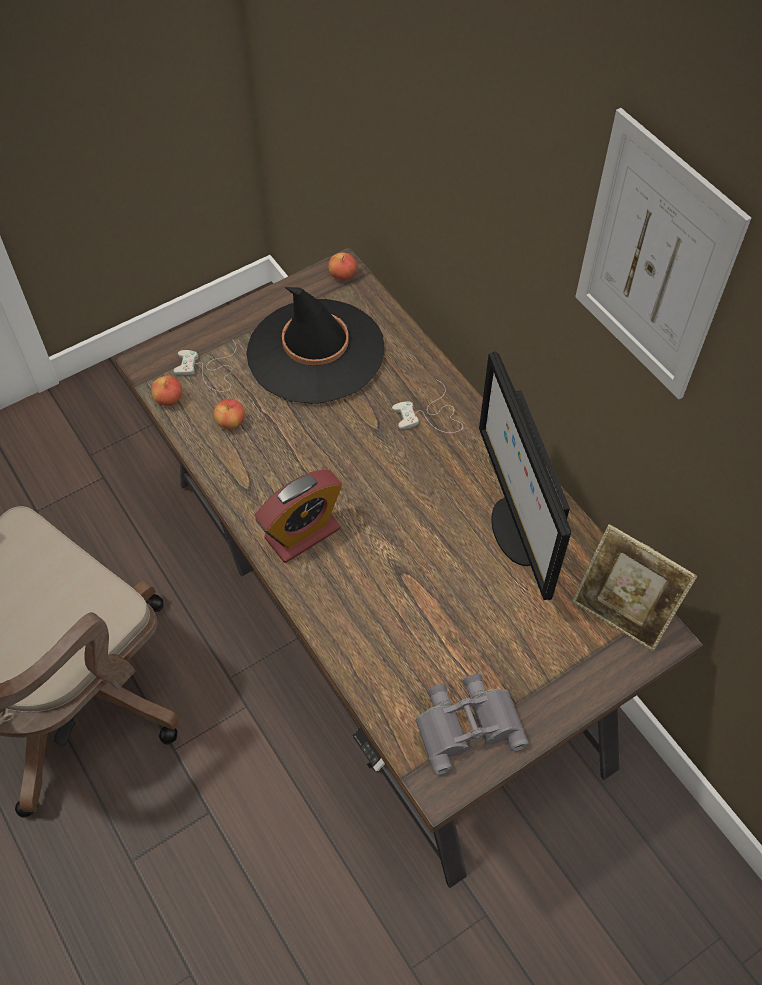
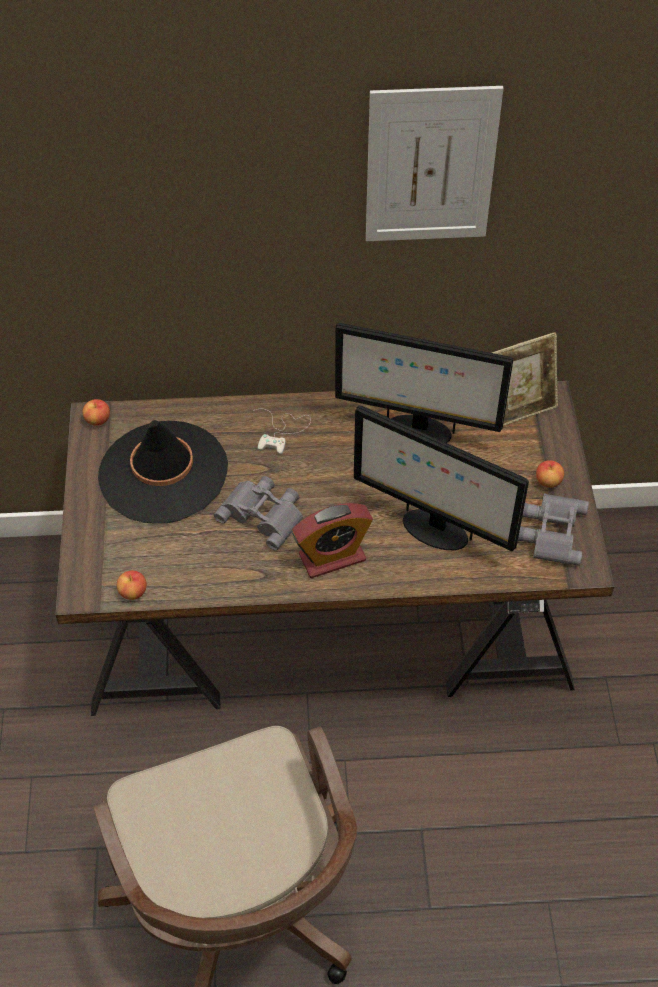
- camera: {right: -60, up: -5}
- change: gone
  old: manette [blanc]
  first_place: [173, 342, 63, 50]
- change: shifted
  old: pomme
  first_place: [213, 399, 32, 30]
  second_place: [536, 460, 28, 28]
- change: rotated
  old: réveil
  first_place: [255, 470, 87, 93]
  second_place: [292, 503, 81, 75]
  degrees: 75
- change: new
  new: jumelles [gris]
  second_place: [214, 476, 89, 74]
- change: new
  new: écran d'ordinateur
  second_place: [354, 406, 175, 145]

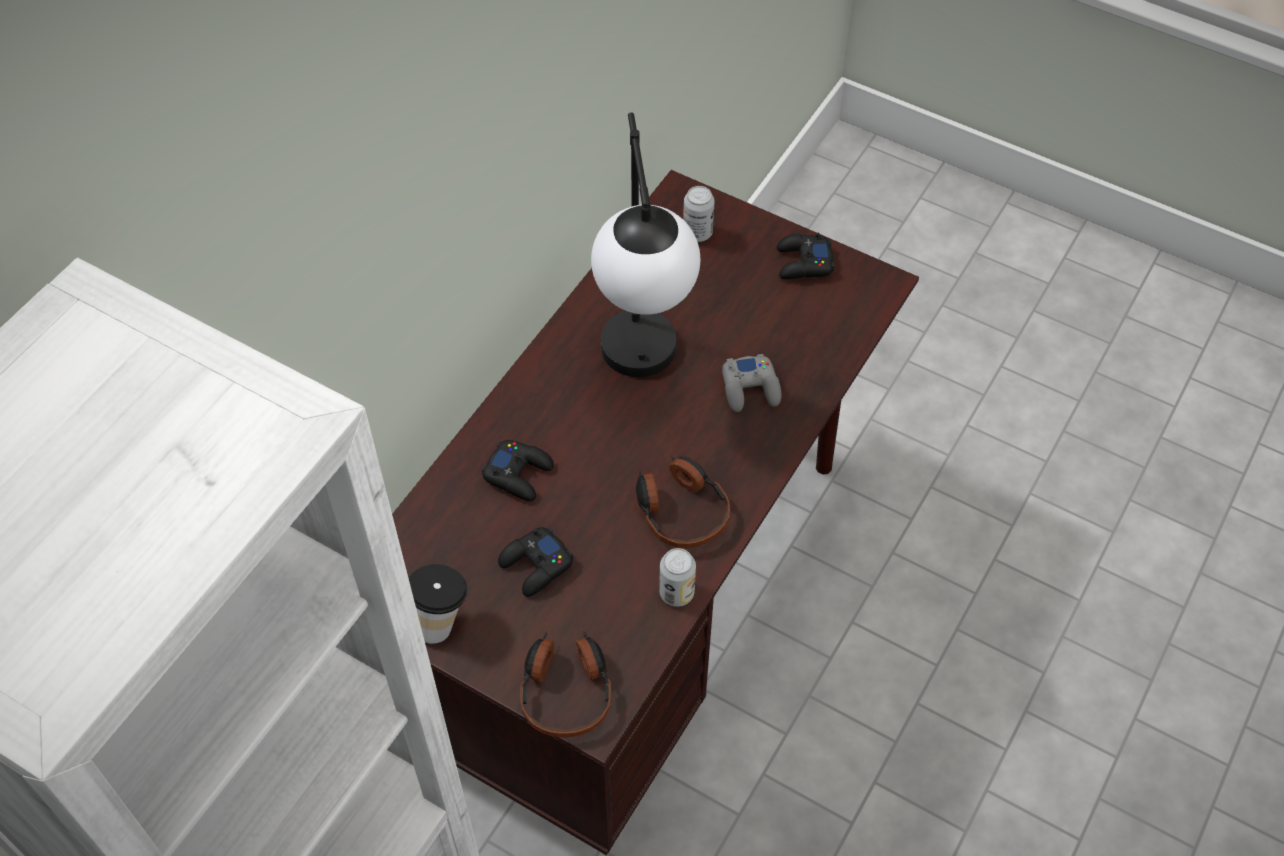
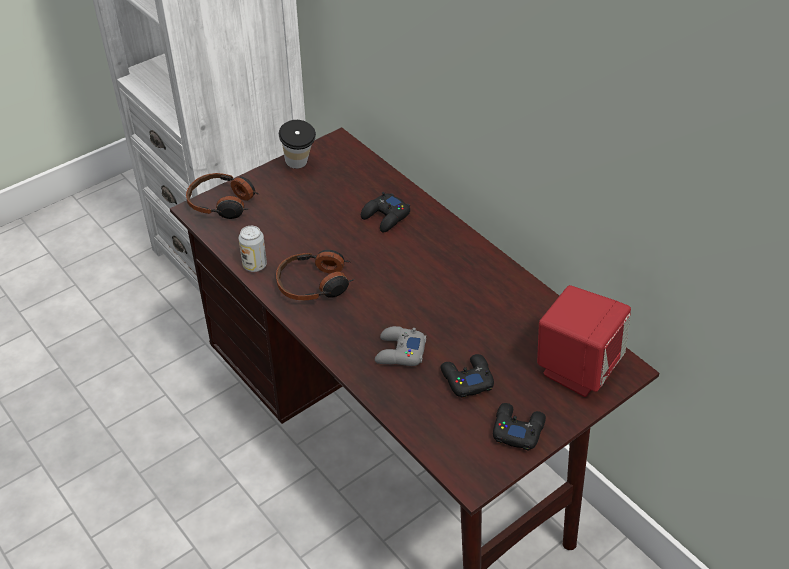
- camera: {right: 110, up: -10}
- change: shifted
  old: manette [noir]
  first_place: [498, 527, 75, 70]
  second_place: [441, 354, 53, 44]
- change: gone
  old: lampe de table
  first_place: [591, 113, 109, 264]
- change: swapped
  old: boîte métallique
  new: enceinte [rouge]
  first_place: [683, 186, 32, 56]
  second_place: [537, 285, 94, 112]

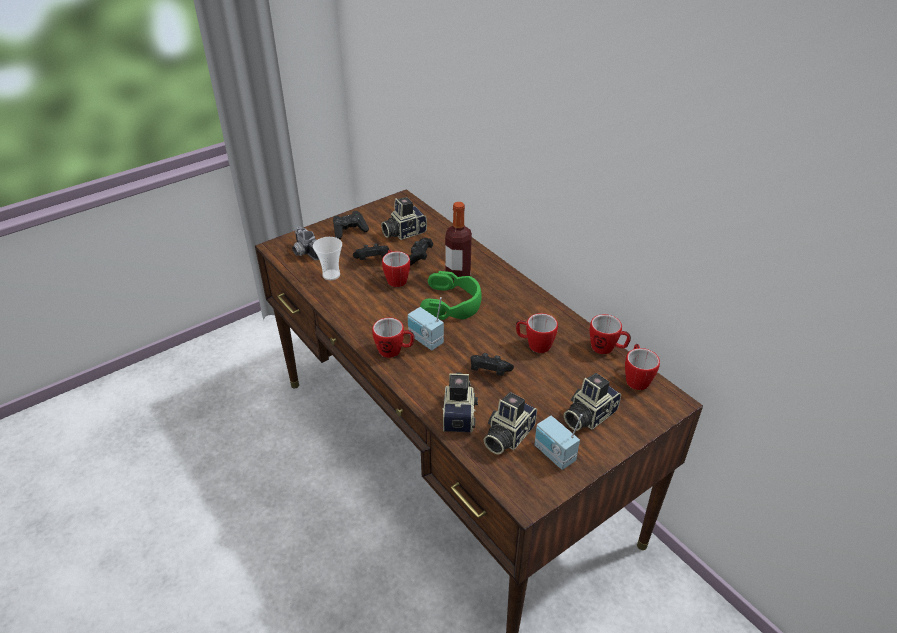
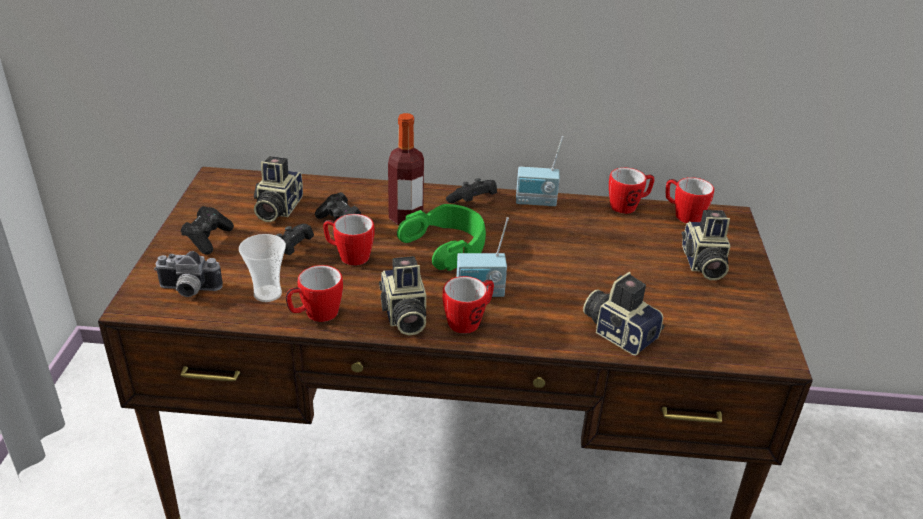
- camera: {right: -50, up: -5}
- change: shifted
  old: manette [noir]
  first_place: [471, 353, 43, 23]
  second_place: [446, 178, 51, 25]
- change: shifted
  old: appareil photo
  first_place: [484, 392, 53, 63]
  second_place: [379, 256, 47, 80]
- change: shifted
  old: mug
  first_place: [516, 313, 42, 40]
  second_place: [286, 265, 57, 57]
- change: shifted
  old: radio
  first_place: [534, 414, 49, 56]
  second_place: [516, 136, 48, 71]

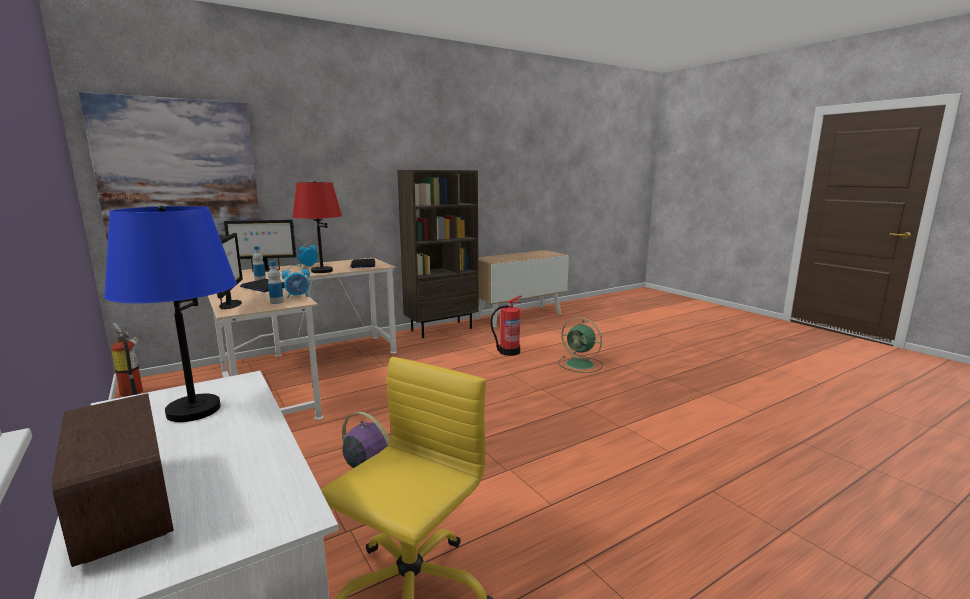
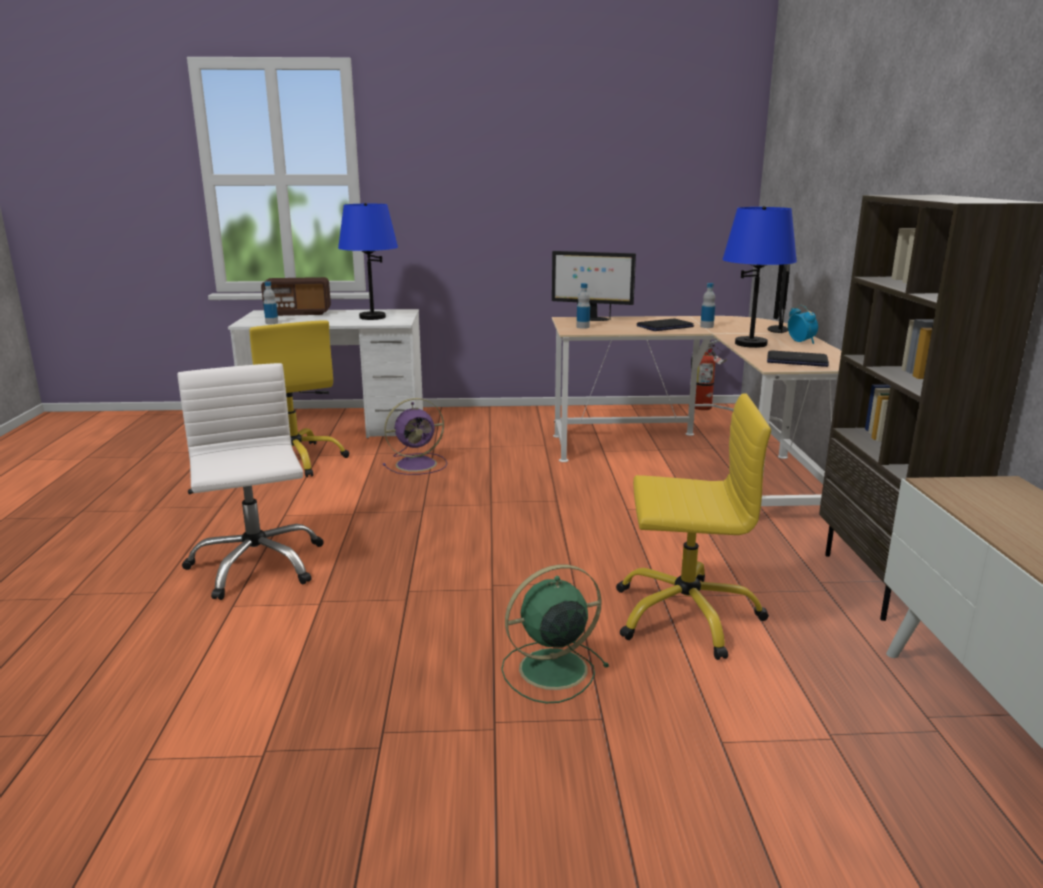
- camera: {right: 120, up: 5}
- change: gone
  old: tableau
  first_place: [79, 92, 181, 152]
- change: gone
  old: réveil
  first_place: [282, 265, 28, 34]
- change: repainted
  old: lampe de table [rouge]
  new: lampe de table [bleu]
  first_place: [293, 181, 49, 92]
  second_place: [722, 206, 75, 142]
- change: swapped
  old: extincteur
  new: chaise de bureau [jaune]
  first_place: [490, 295, 31, 61]
  second_place: [616, 393, 155, 267]
- change: new
  new: chaise de bureau [blanc]
  second_place: [177, 363, 146, 237]
- change: new
  new: bouteille
  second_place: [263, 281, 15, 43]

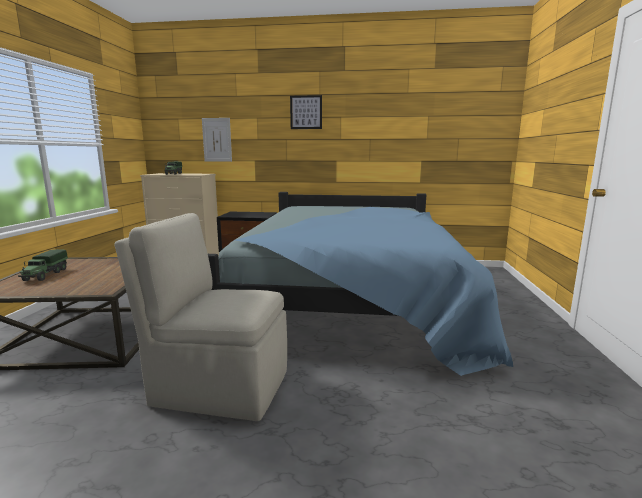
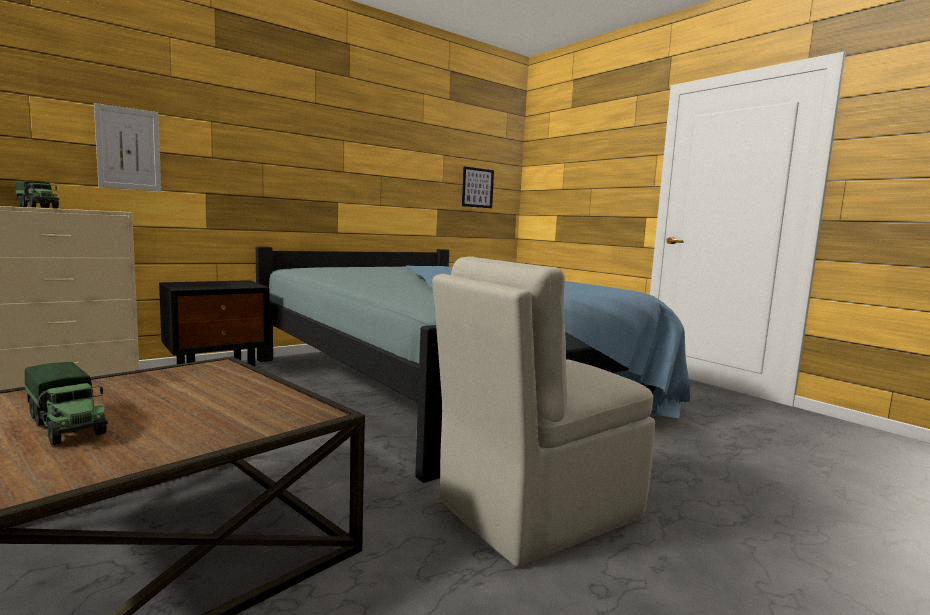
- camera: {right: -45, up: -5}
- change: shifted
  old: tableau
  first_place: [290, 95, 32, 34]
  second_place: [462, 166, 32, 42]

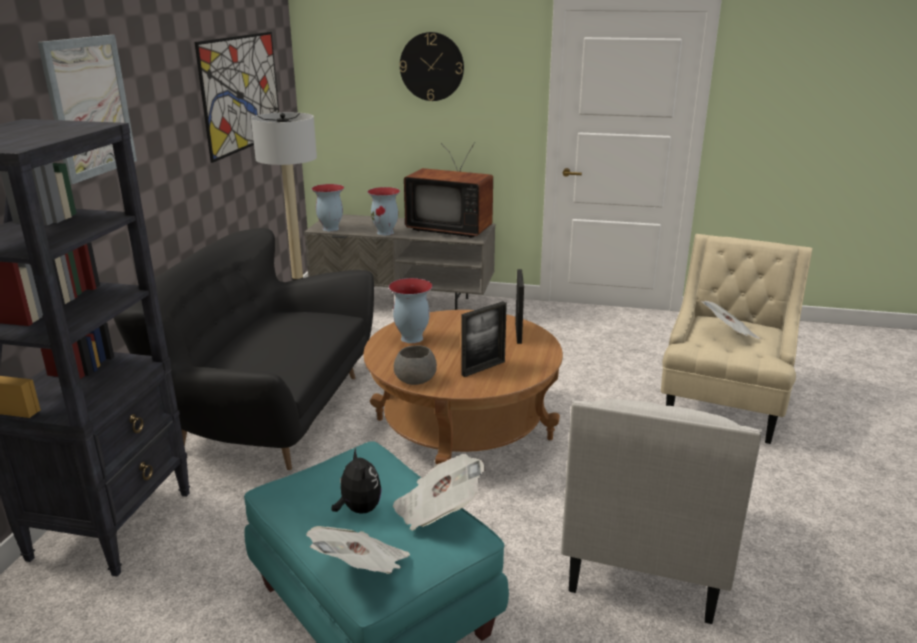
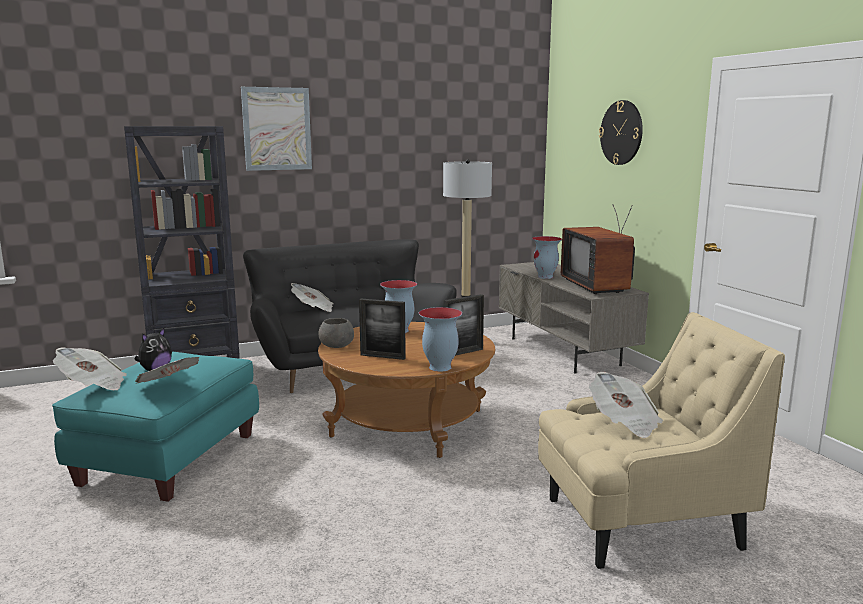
- camera: {right: 55, up: -10}
- change: gone
  old: tableau
  first_place: [195, 32, 84, 131]
- change: shifted
  old: vase
  first_place: [312, 184, 32, 47]
  second_place: [419, 307, 43, 65]
- change: gone
  old: fauteuil [blanc]
  first_place: [561, 399, 201, 225]
- change: new
  new: journal
  second_place: [291, 283, 42, 29]

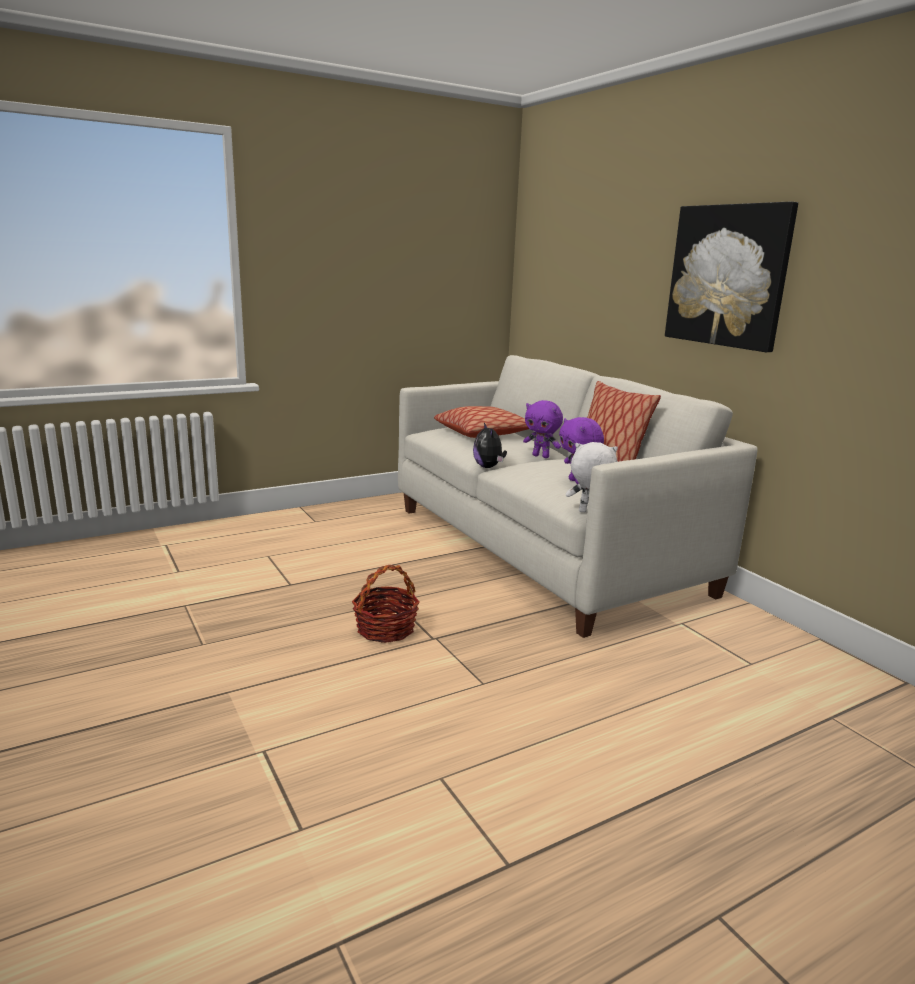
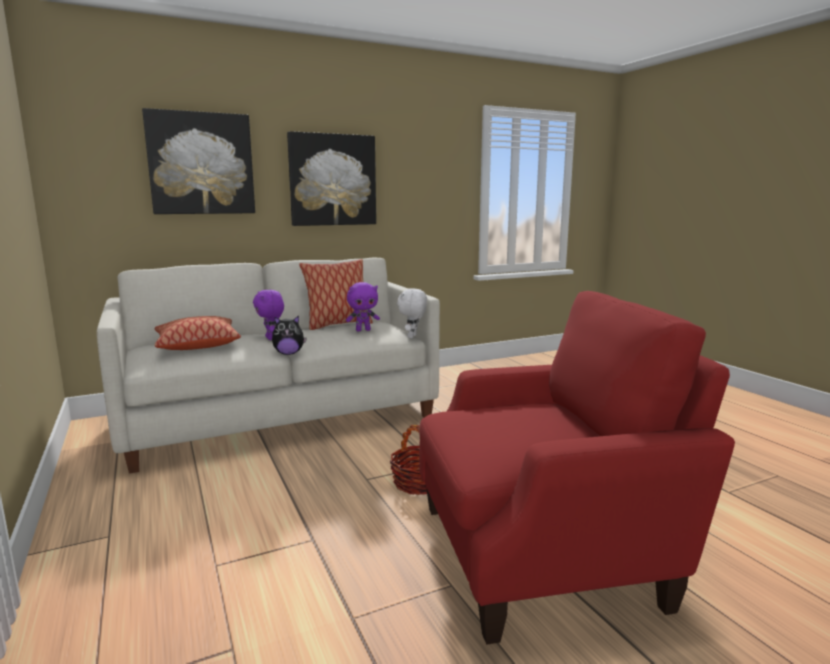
- camera: {right: -85, up: -5}
- change: rotated
  old: peluche [violet]
  first_place: [523, 400, 40, 58]
  second_place: [253, 290, 31, 50]
  degrees: 120
- change: new
  new: tableau
  second_place: [142, 108, 113, 106]
- change: new
  new: fauteuil [rouge]
  second_place: [419, 291, 316, 354]

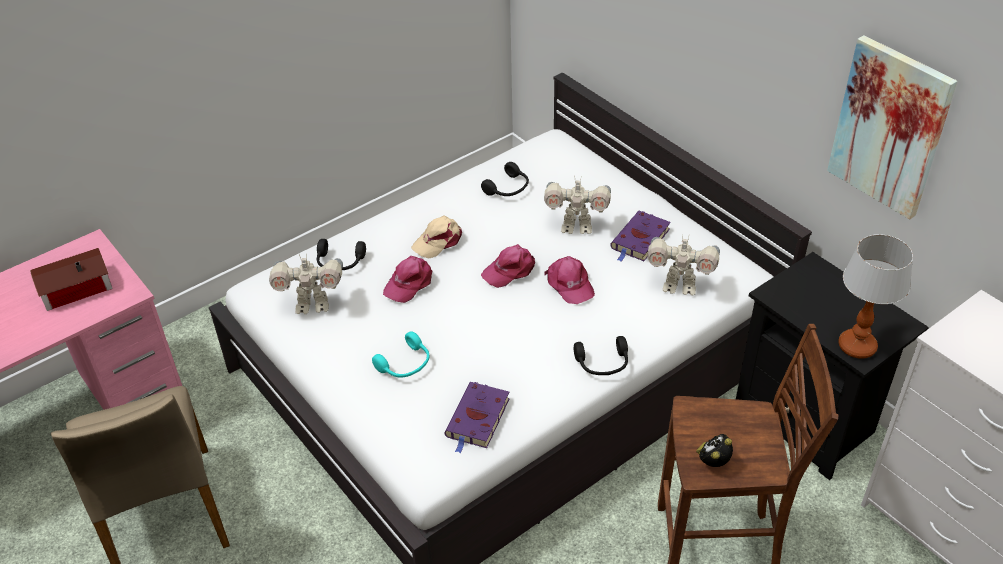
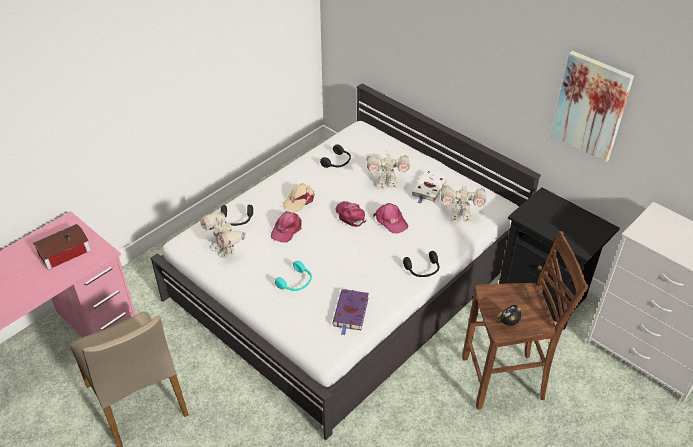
- camera: {right: -10, up: 0}
- change: rotated
  old: robot jouet
  first_place: [269, 253, 74, 61]
  second_place: [200, 212, 45, 46]
  degrees: 60
- change: rotated
  old: casquette [rose]
  first_place: [481, 244, 54, 44]
  second_place: [336, 201, 31, 26]
  degrees: 105
- change: repainted
  old: livre [violet]
  new: livre [blanc]
  first_place: [610, 211, 61, 51]
  second_place: [412, 170, 35, 34]
- change: gone
  old: lampe de table
  first_place: [838, 234, 75, 125]

